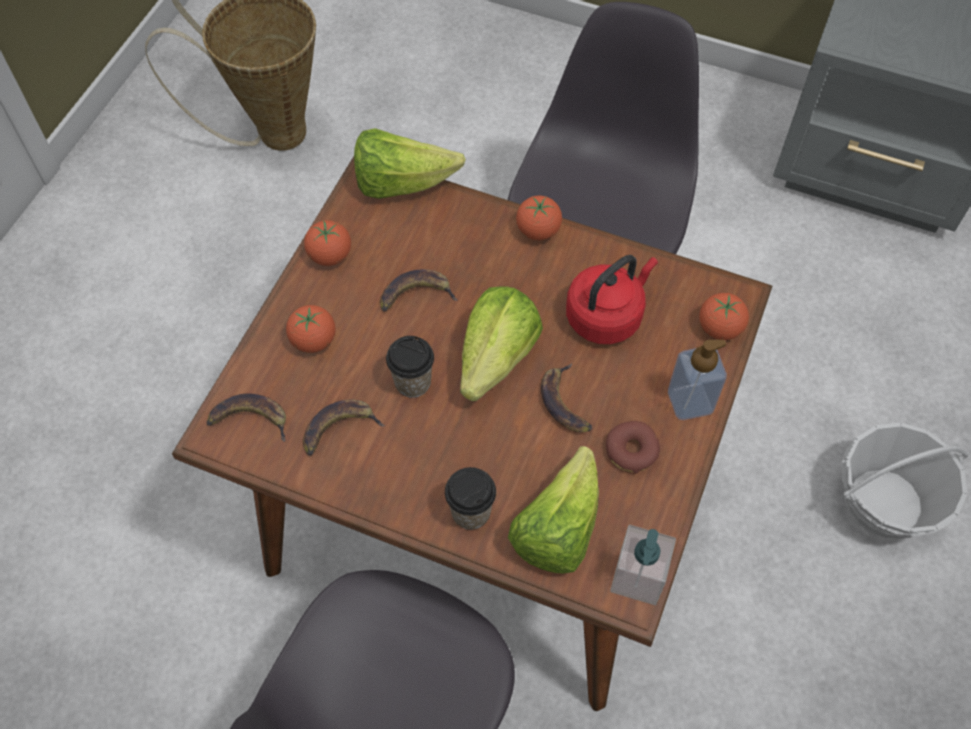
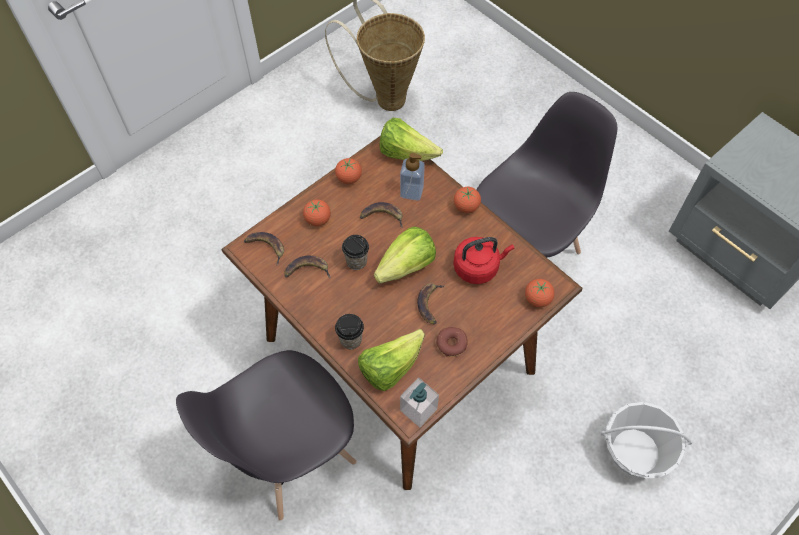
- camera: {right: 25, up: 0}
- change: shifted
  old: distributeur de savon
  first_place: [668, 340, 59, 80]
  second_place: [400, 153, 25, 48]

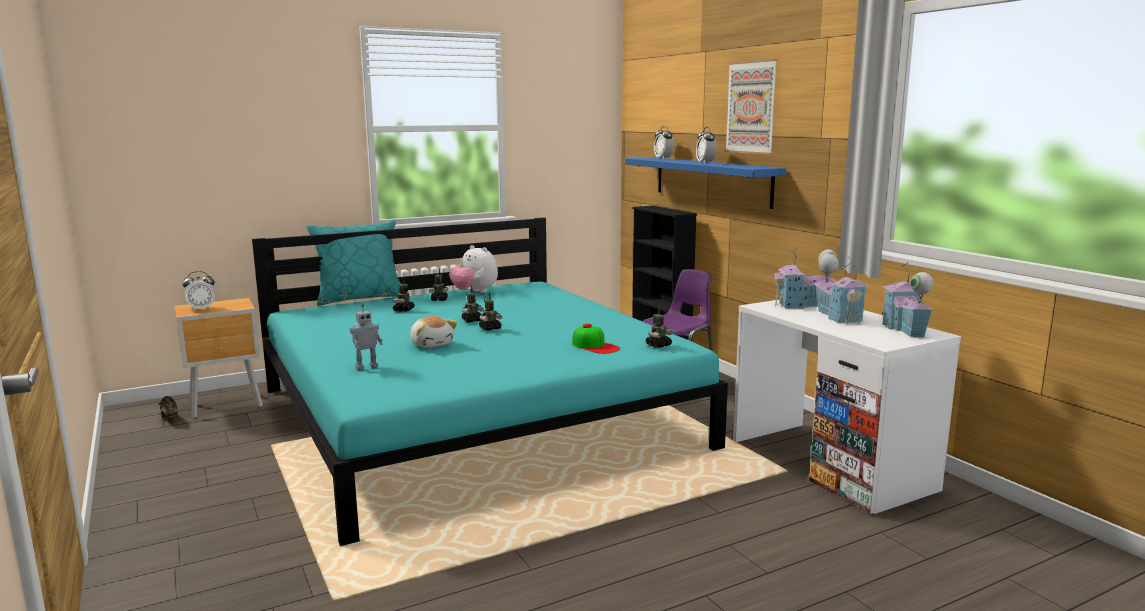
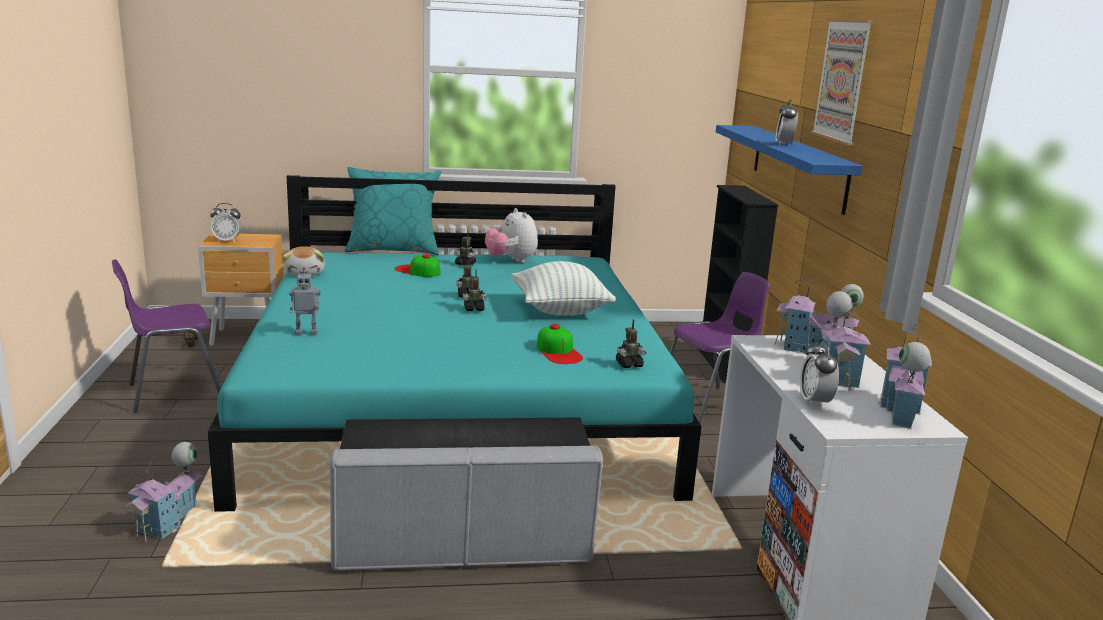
- camera: {right: 20, up: 5}
- change: swapped
  old: robot jouet
  new: casquette
  first_place: [393, 278, 22, 34]
  second_place: [395, 254, 46, 23]
- change: shifted
  old: peluche
  first_place: [410, 316, 47, 32]
  second_place: [283, 247, 42, 29]
- change: shifted
  old: réveil
  first_place: [654, 126, 20, 33]
  second_place: [800, 339, 39, 69]
- change: new
  new: chaise [violet]
  second_place: [112, 259, 109, 153]
- change: new
  new: maison miniature
  second_place: [126, 442, 76, 100]
- change: new
  new: pouf [gris]
  second_place: [330, 417, 273, 153]
- change: new
  new: coussin
  second_place: [512, 261, 104, 55]

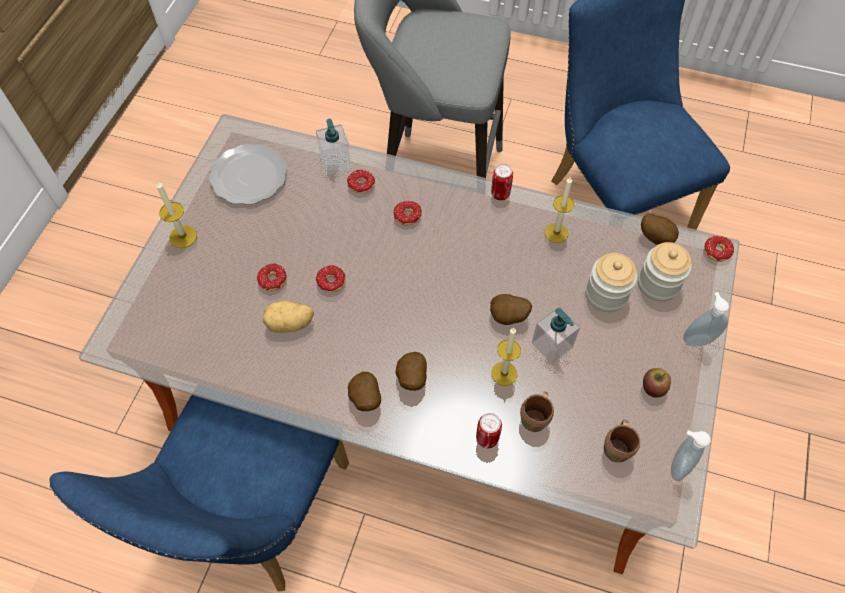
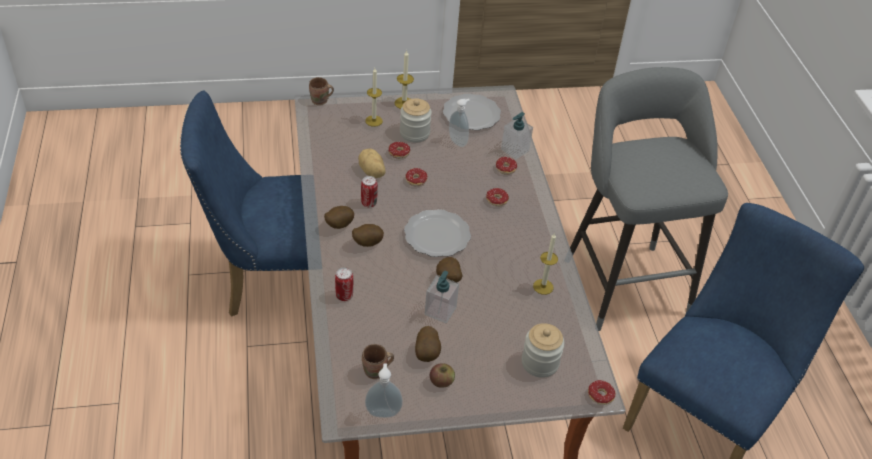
- camera: {right: 60, up: -15}
- change: shifted
  old: boîte métallique
  first_place: [491, 164, 22, 37]
  second_place: [361, 176, 17, 31]
- change: shifted
  old: bougie
  first_place: [491, 328, 30, 58]
  second_place: [365, 68, 18, 59]
- change: shifted
  old: mug [marron]
  first_place: [520, 392, 34, 40]
  second_place: [309, 77, 25, 28]
- change: shifted
  old: bocal
  first_place: [586, 253, 51, 59]
  second_place: [400, 98, 32, 44]
- change: shifted
  old: pomme de terre
  first_place: [641, 213, 38, 32]
  second_place: [415, 326, 26, 36]
- change: shifted
  old: distributeur de savon
  first_place: [683, 292, 46, 54]
  second_place: [449, 99, 21, 48]
- change: new
  new: assiette
  second_place: [404, 209, 67, 48]

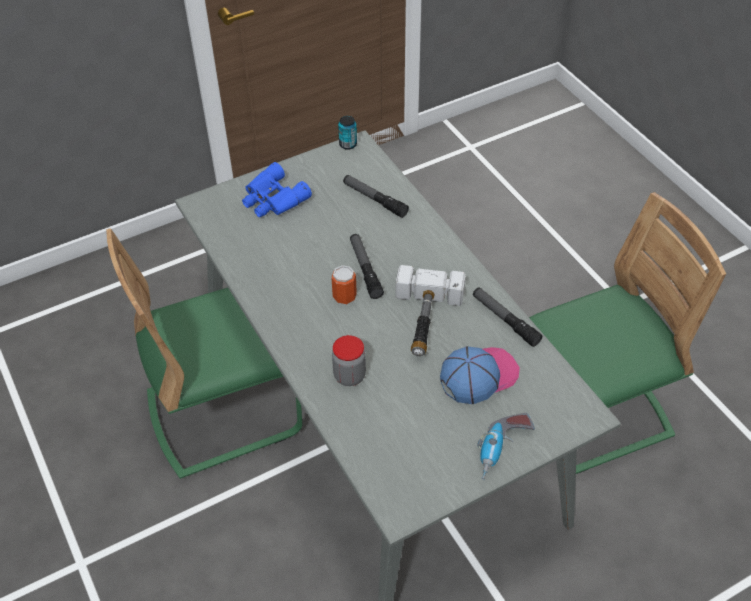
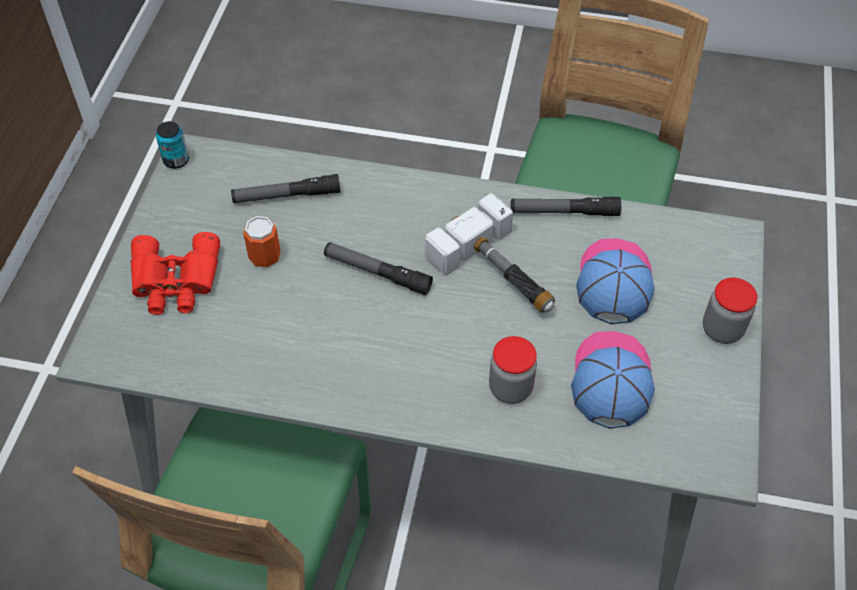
- camera: {right: -50, up: 5}
- change: repainted
  old: jumelles [bleu]
  new: jumelles [rouge]
  first_place: [242, 162, 70, 56]
  second_place: [131, 232, 89, 83]
- change: shifted
  old: boîte métallique
  first_place: [331, 265, 26, 40]
  second_place: [243, 216, 38, 52]
- change: swapped
  old: perceuse
  new: bocal
  first_place: [477, 413, 58, 67]
  second_place: [703, 278, 55, 66]
- change: new
  new: casquette
  second_place: [571, 331, 84, 98]

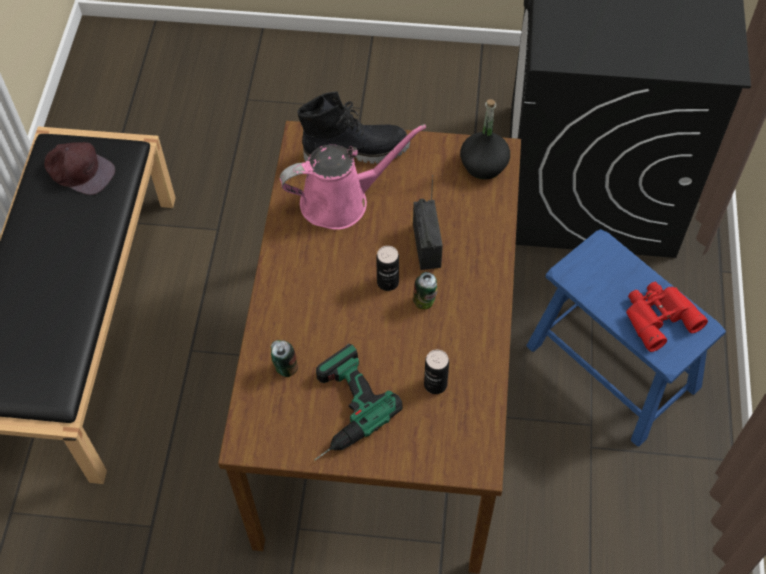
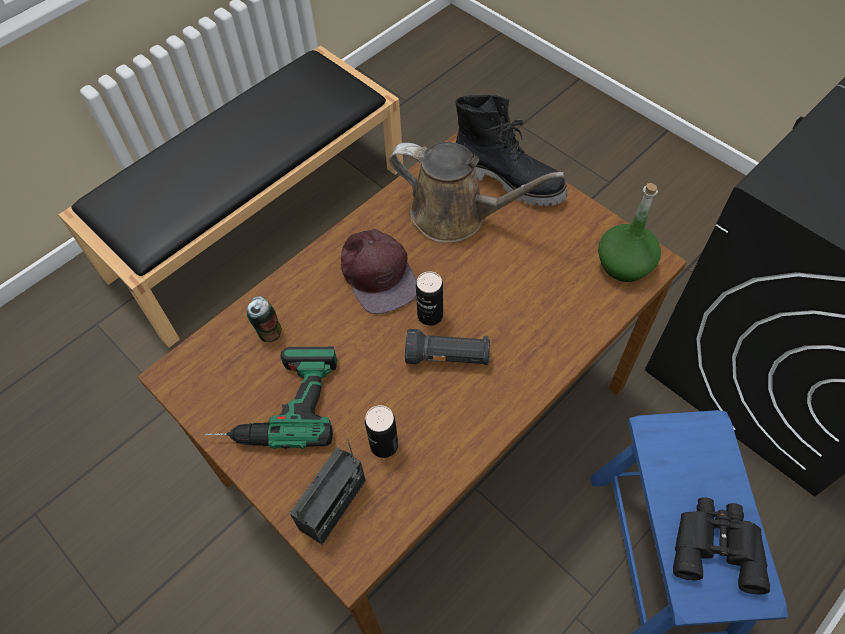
- camera: {right: 40, up: 0}
- change: shifted
  old: casquette [marron]
  first_place: [44, 142, 71, 53]
  second_place: [341, 229, 76, 85]
- change: repainted
  old: arrosoir [rose]
  new: arrosoir [marron]
  first_place: [280, 124, 146, 106]
  second_place: [389, 142, 176, 101]
- change: shifted
  old: radio
  first_place: [413, 175, 30, 95]
  second_place: [290, 437, 76, 108]
- change: swapped
  old: boîte métallique
  new: lampe de poche [noir]
  first_place: [413, 272, 25, 37]
  second_place: [405, 329, 85, 36]
- change: repainted
  old: bouteille [noir]
  new: bouteille [vert]
  first_place: [460, 99, 50, 80]
  second_place: [598, 183, 63, 99]
- change: repainted
  old: jumelles [rouge]
  new: jumelles [noir]
  first_place: [626, 282, 82, 70]
  second_place: [673, 497, 97, 97]

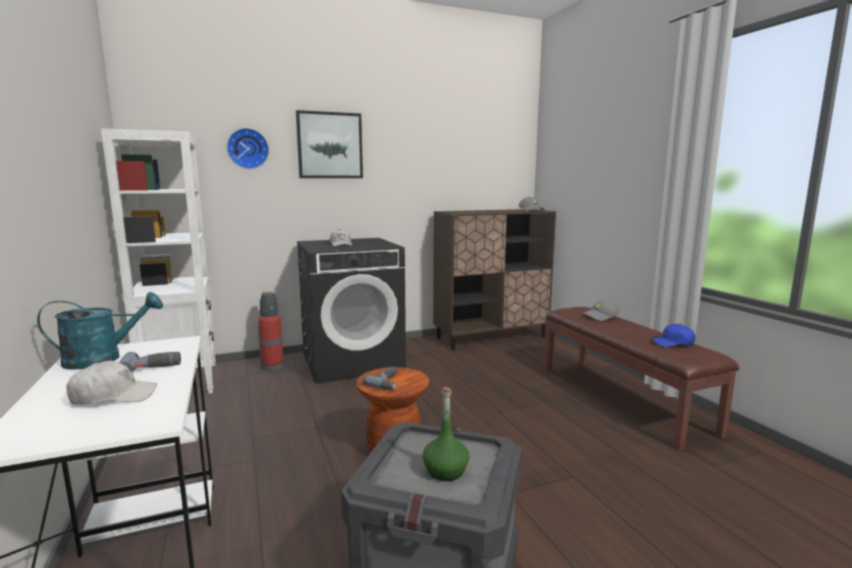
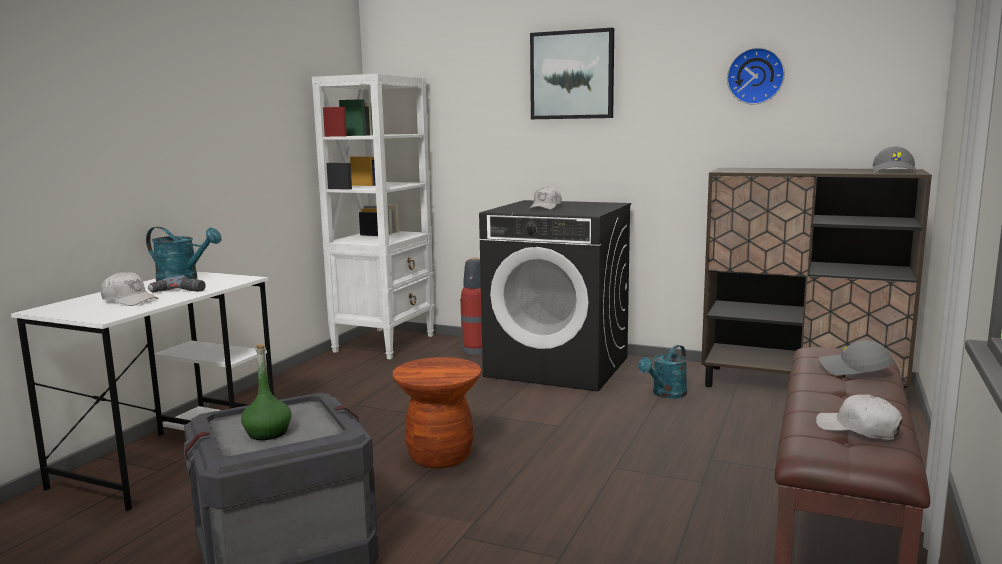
- camera: {right: 45, up: 0}
- change: shifted
  old: horloge murale
  first_place: [227, 128, 42, 41]
  second_place: [727, 47, 58, 57]
- change: gone
  old: perceuse
  first_place: [363, 366, 34, 24]
- change: repainted
  old: casquette [bleu]
  new: casquette [blanc]
  first_place: [651, 324, 44, 23]
  second_place: [816, 394, 86, 46]
- change: new
  new: arrosoir [turquoise]
  second_place: [638, 345, 49, 53]

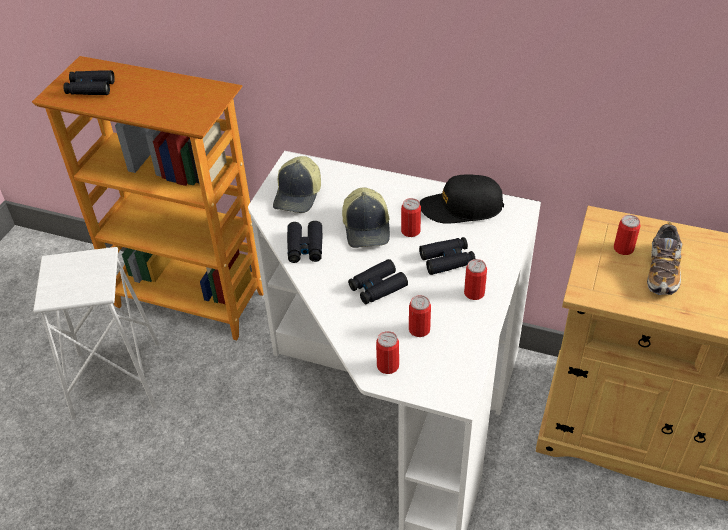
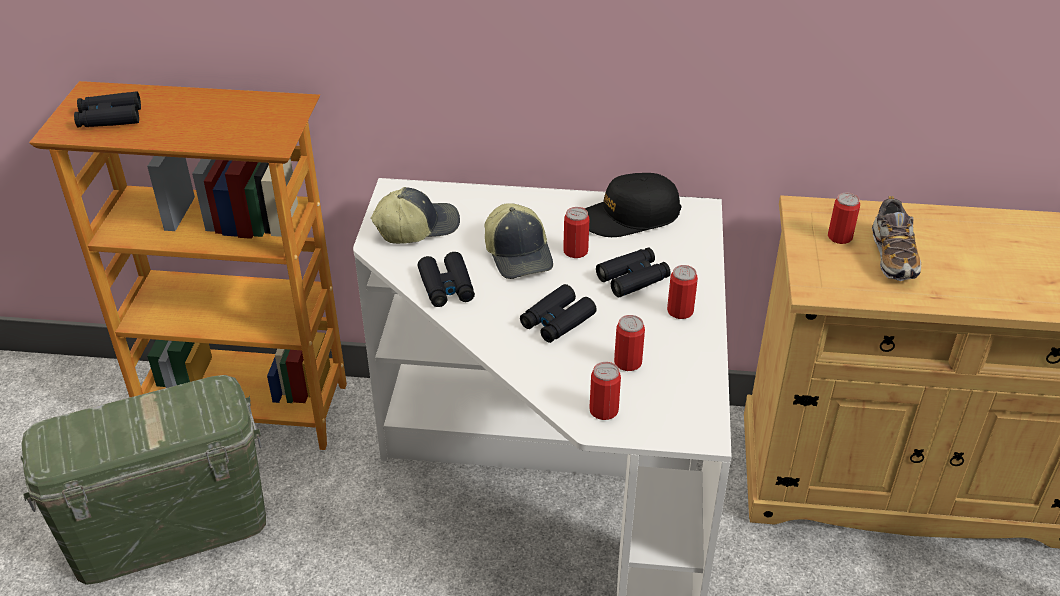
- camera: {right: -15, up: -5}
- change: swapped
  old: tabouret [blanc]
  new: boîte de rangement [vert]
  first_place: [33, 247, 127, 173]
  second_place: [21, 375, 245, 210]
- change: rotated
  old: casquette
  first_place: [273, 156, 48, 57]
  second_place: [371, 187, 89, 57]
  degrees: -120

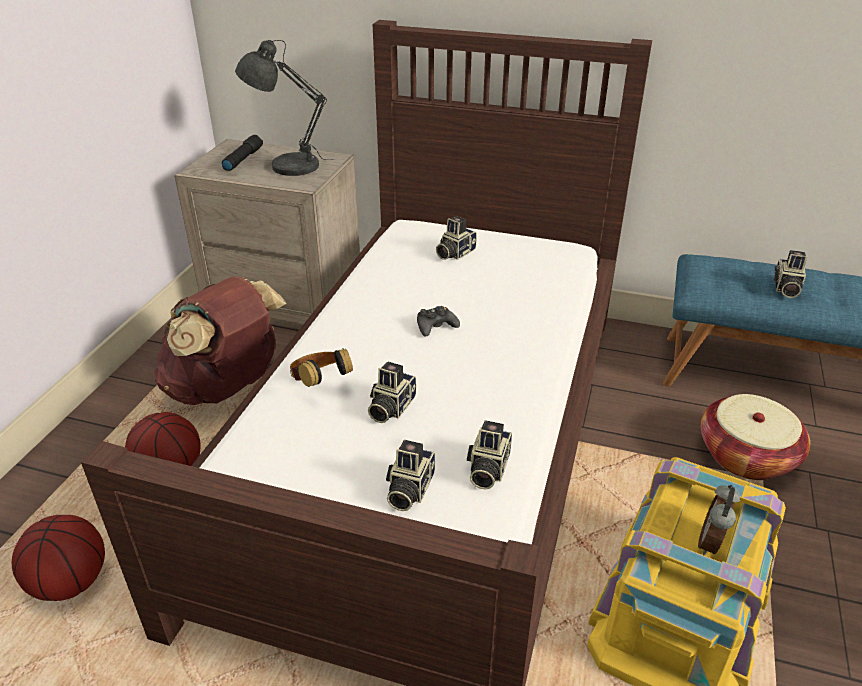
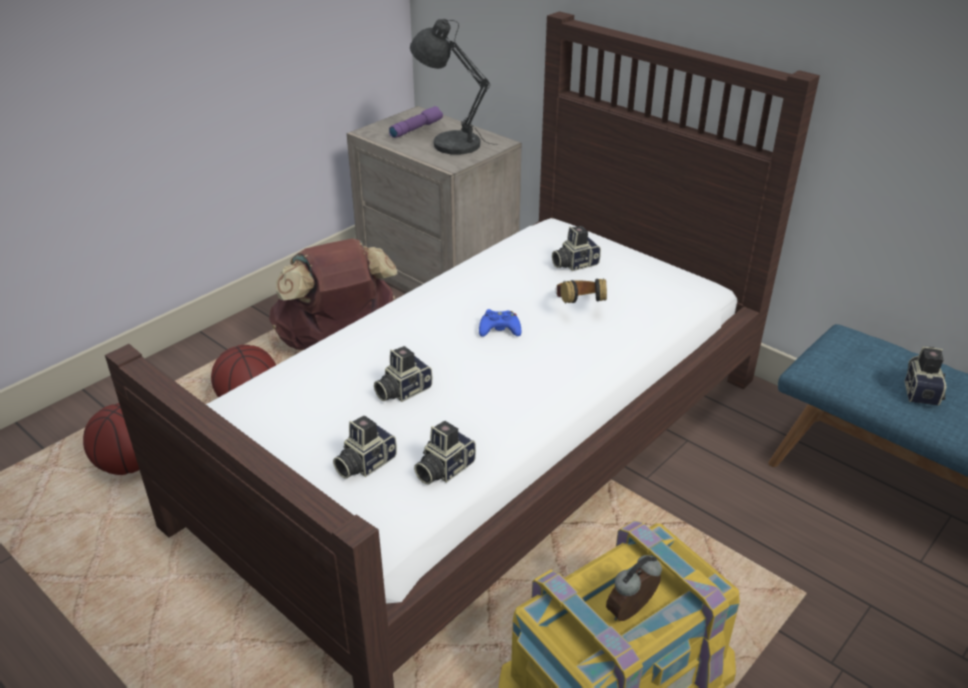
- camera: {right: 25, up: 0}
- change: repainted
  old: lampe de poche [noir]
  new: lampe de poche [violet]
  first_place: [222, 135, 41, 36]
  second_place: [389, 106, 54, 32]
- change: shifted
  old: casque audio
  first_place: [290, 348, 63, 39]
  second_place: [556, 278, 51, 25]
- change: repainted
  old: manette [noir]
  new: manette [bleu]
  first_place: [417, 306, 43, 31]
  second_place: [479, 309, 42, 28]
- change: gone
  old: panier
  first_place: [701, 394, 109, 86]
- change: rotated
  old: appareil photo
  first_place: [774, 250, 33, 48]
  second_place: [905, 347, 41, 59]
  degrees: 150

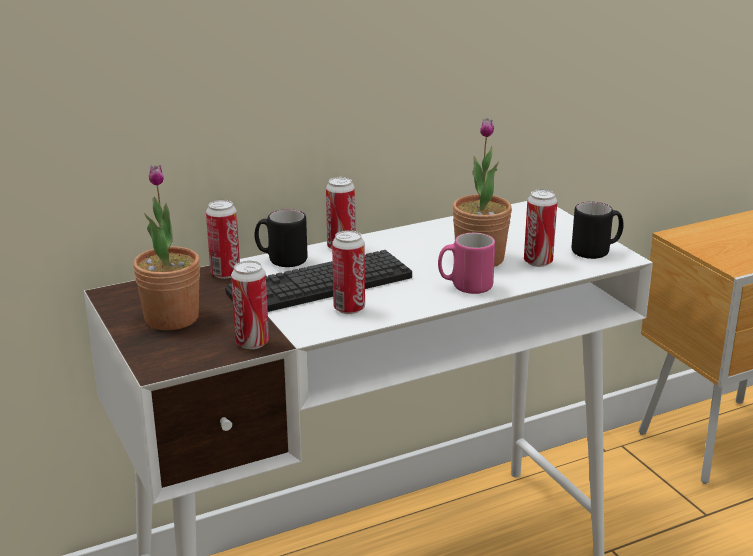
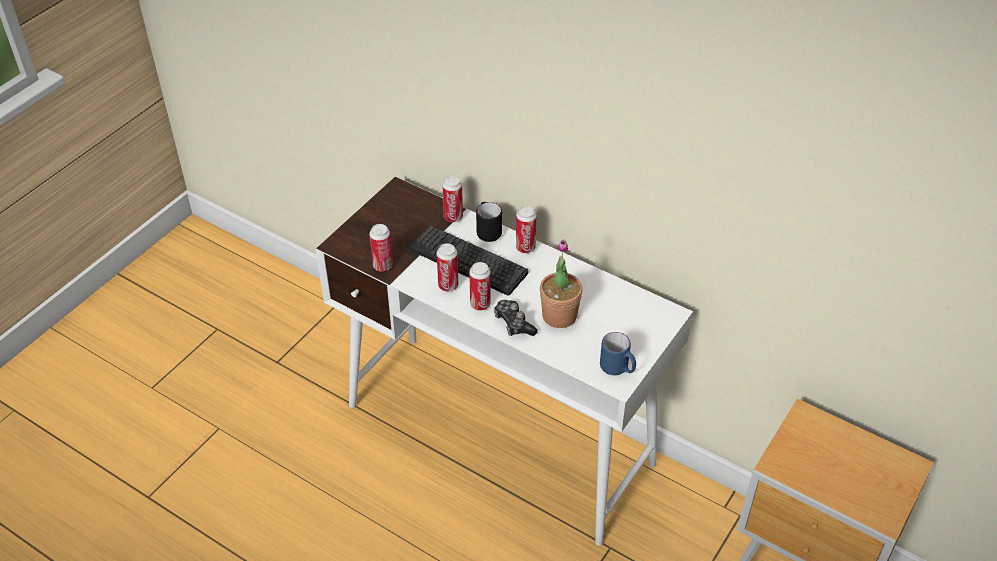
- camera: {right: 60, up: 20}
- change: gone
  old: plante en pot
  first_place: [133, 165, 67, 165]
- change: swapped
  old: mug [rose]
  new: manette
  first_place: [438, 233, 57, 61]
  second_place: [494, 300, 44, 36]
- change: shifted
  old: boîte métallique
  first_place: [524, 189, 33, 78]
  second_place: [469, 262, 22, 49]
- change: repainted
  old: mug [noir]
  new: mug [bleu]
  first_place: [572, 202, 52, 57]
  second_place: [600, 332, 36, 43]

